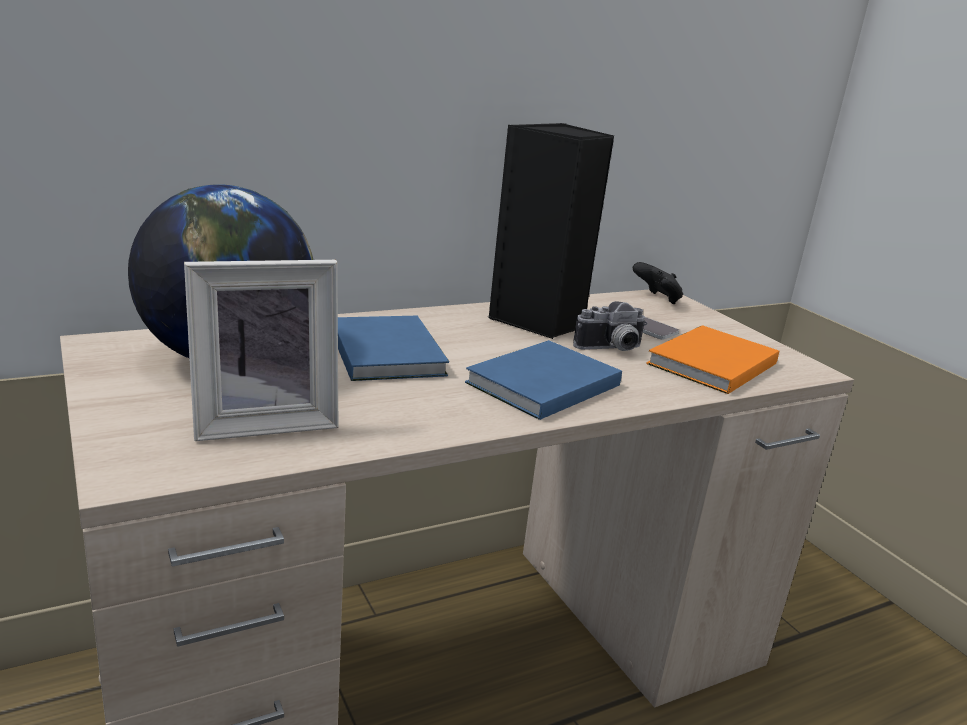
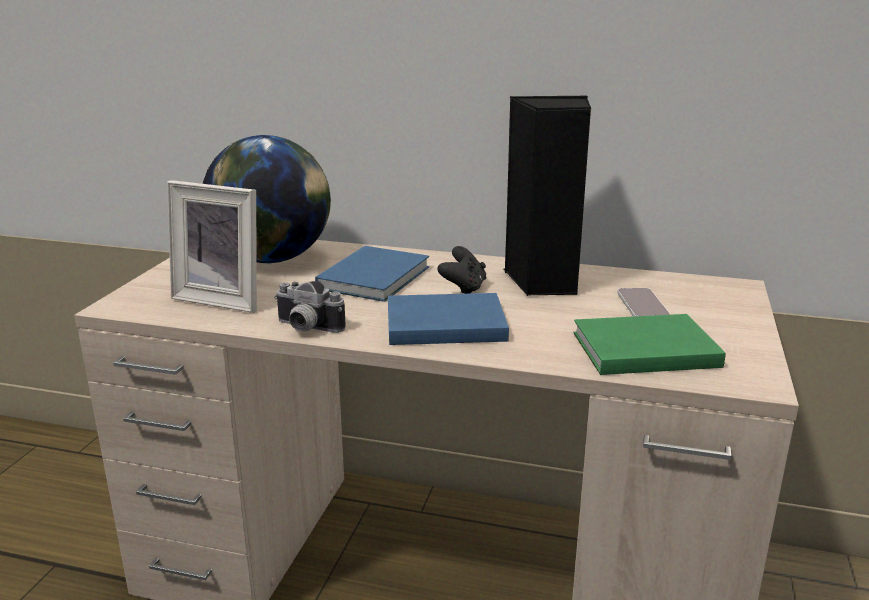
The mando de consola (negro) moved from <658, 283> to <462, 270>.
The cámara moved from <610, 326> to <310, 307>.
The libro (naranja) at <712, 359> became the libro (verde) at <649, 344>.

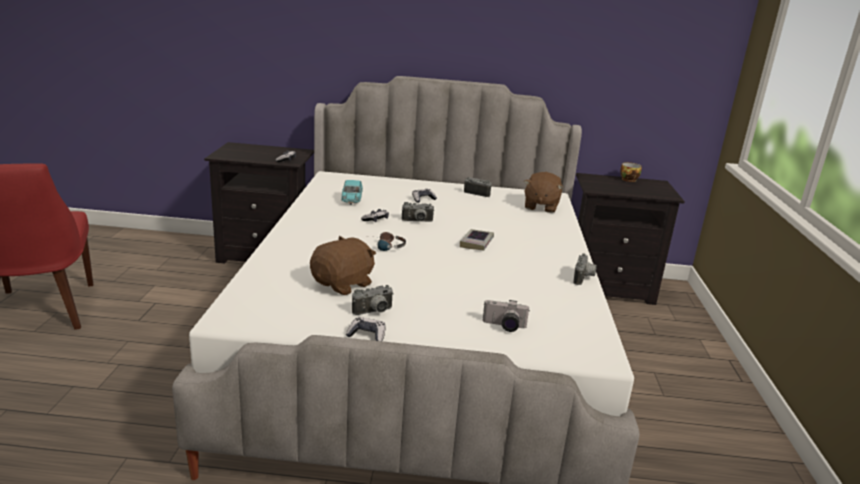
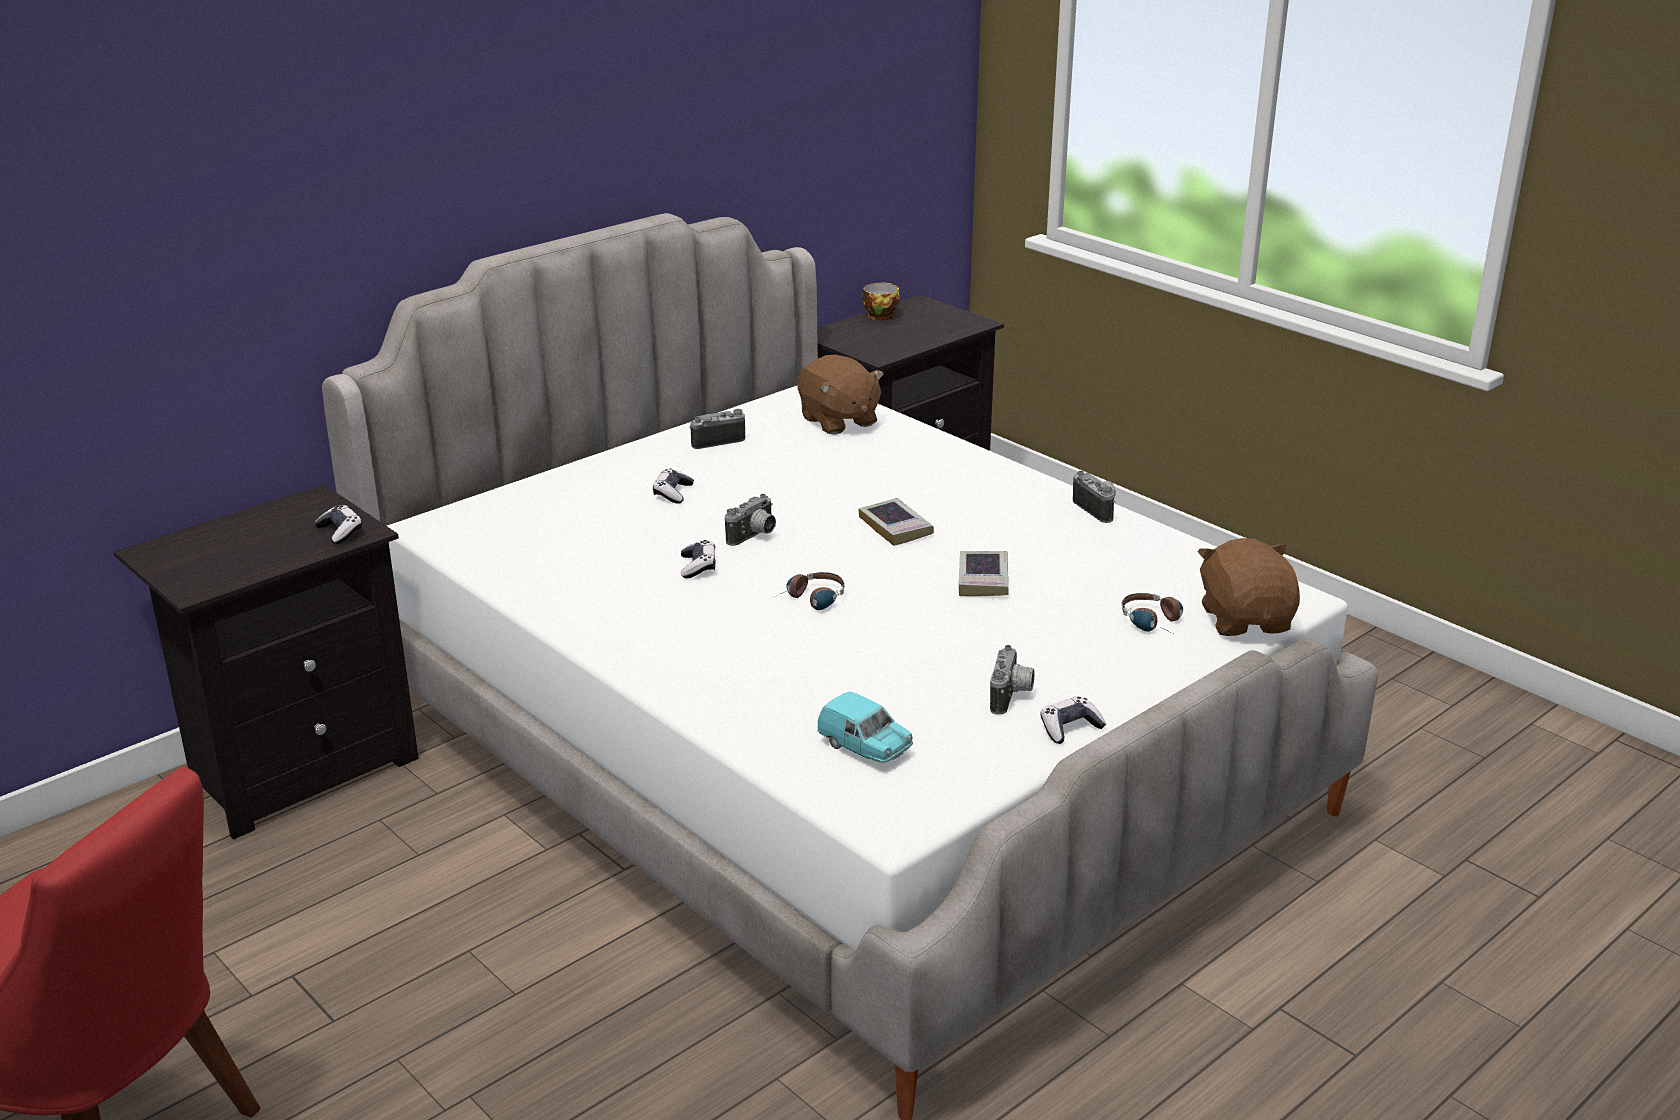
The coche de juguete (turquesa) moved from <352, 192> to <865, 727>.
The peluche (marrón) moved from <343, 265> to <1249, 587>.
The cámara at <506, 316> was replaced by the auriculares at <1152, 612>.
The libro at <984, 574> appeared.

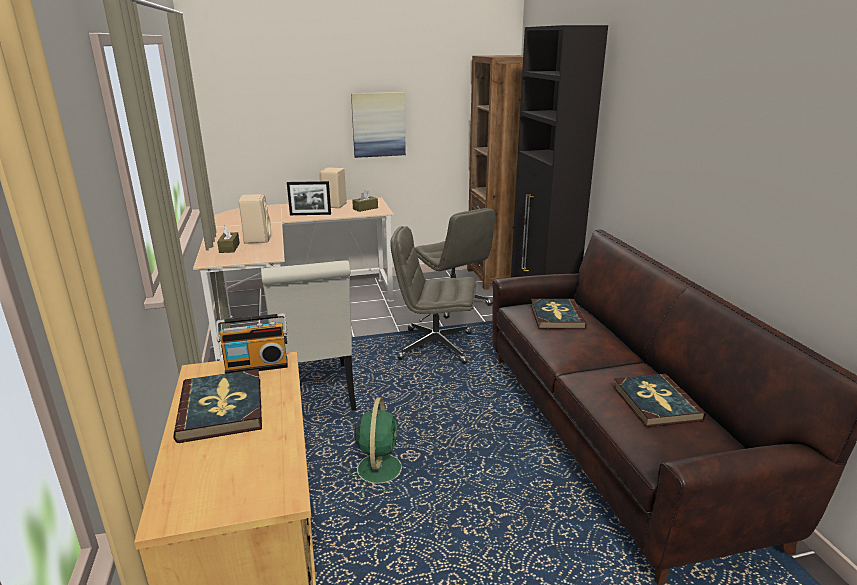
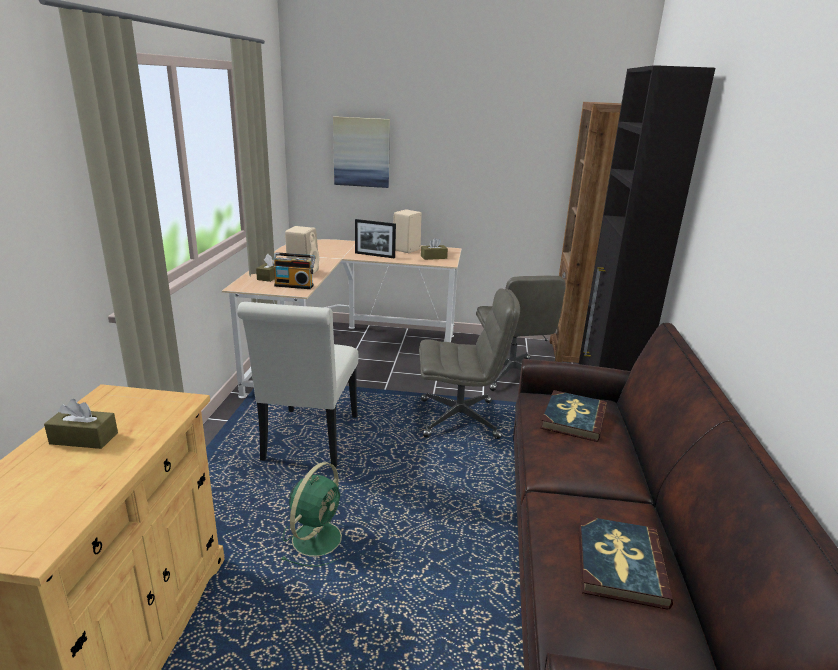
The cuadro moved from <378, 125> to <361, 152>.
The silla de oficina (gris) at <433, 295> turned 150 degrees clockwise.
The radio moved from <252, 343> to <294, 270>.
The libro at <218, 406> was replaced by the caja de pañuelos (marrón) at <81, 424>.

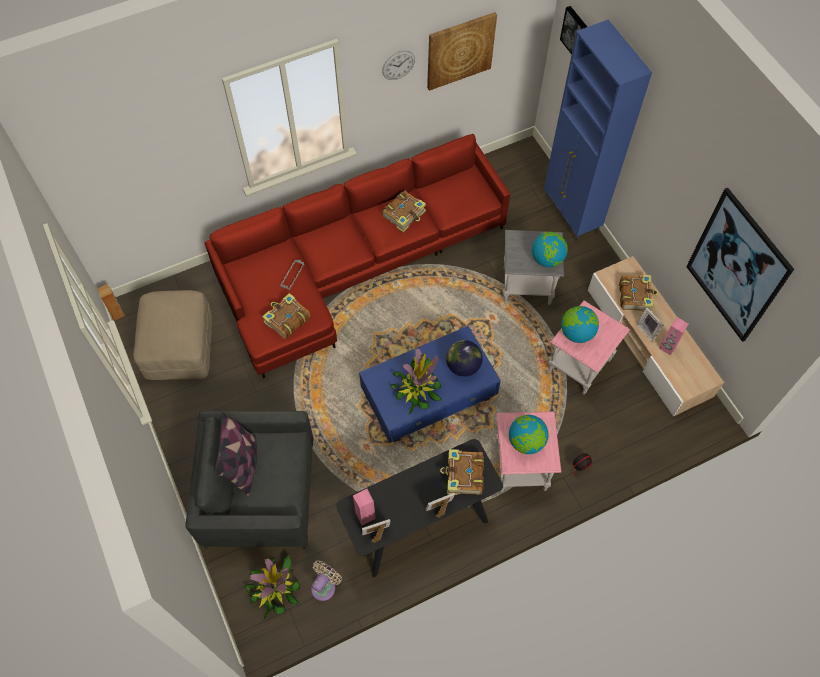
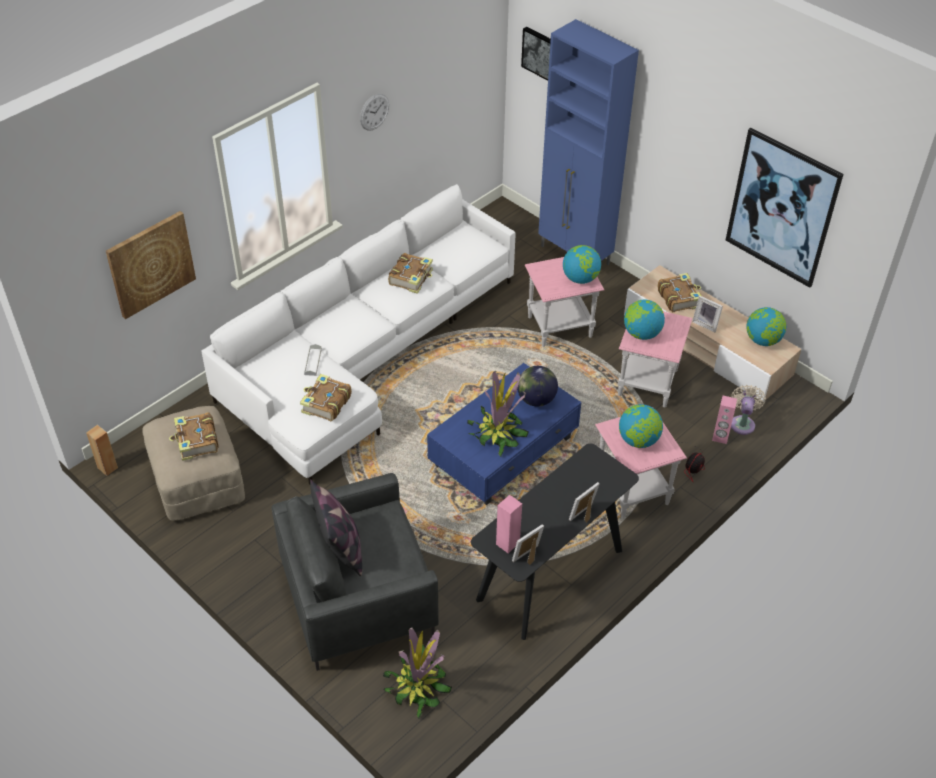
The cuadro moved from <462, 51> to <151, 265>.
The sofá (rojo) at <357, 256> became the sofá (blanco) at <359, 334>.
The mesa auxiliar (gris) at <534, 267> became the mesa auxiliar (rosa) at <564, 302>.
The altavoz (rosa) moved from <673, 336> to <724, 420>.
The libro moved from <462, 472> to <193, 436>.
The ventilador (beis) moved from <326, 581> to <748, 410>.
The globo terráqueo at <766, 326> appeared.

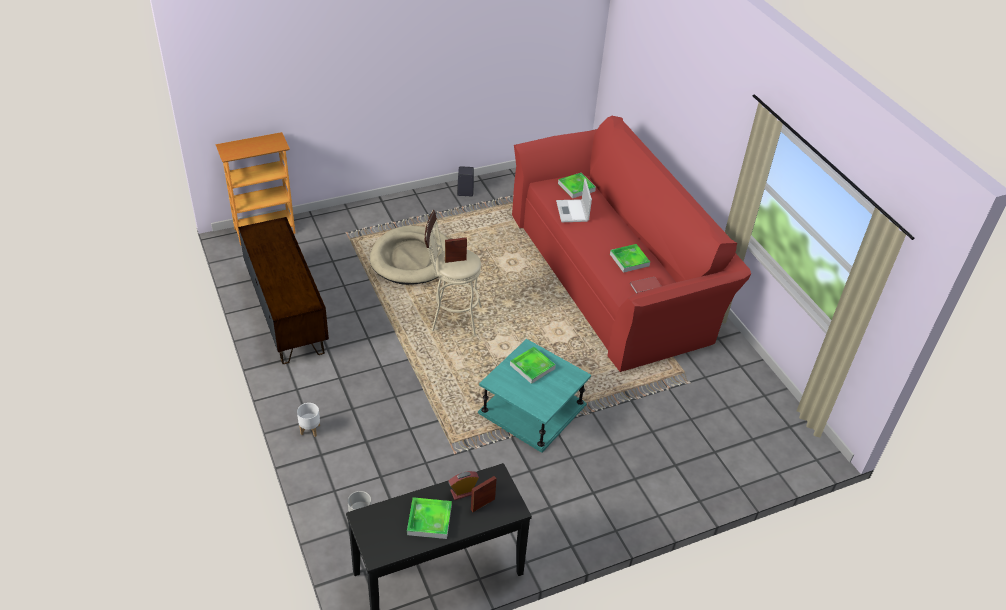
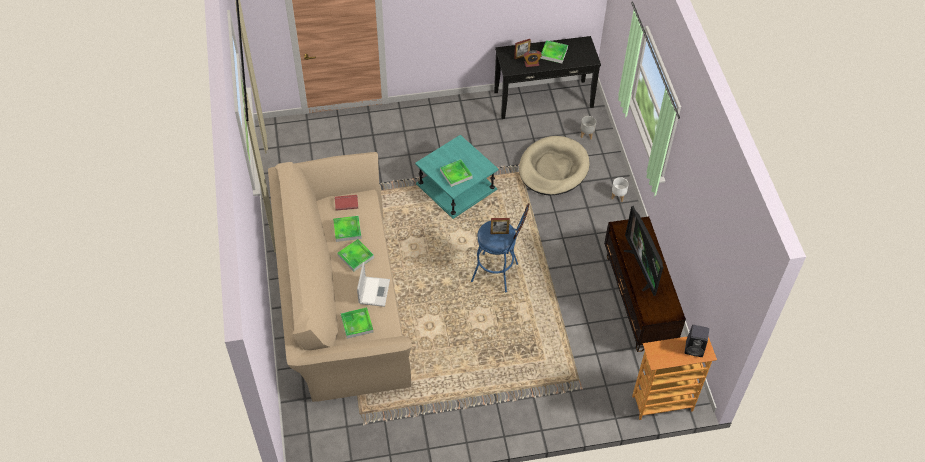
The sofá (rojo) at <631, 244> became the sofá (beis) at <340, 277>.
The altavoz (negro) moved from <465, 181> to <697, 341>.
The taburete (beis) at <453, 273> became the taburete (azul) at <500, 247>.
The cama para perro (beis) moved from <409, 255> to <554, 165>.
The televisor at <643, 251> appeared.
The bandeja at <355, 255> appeared.

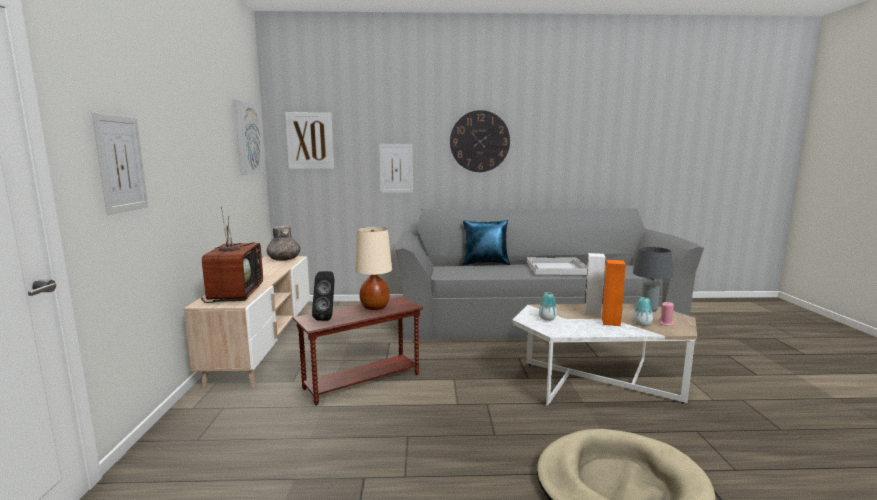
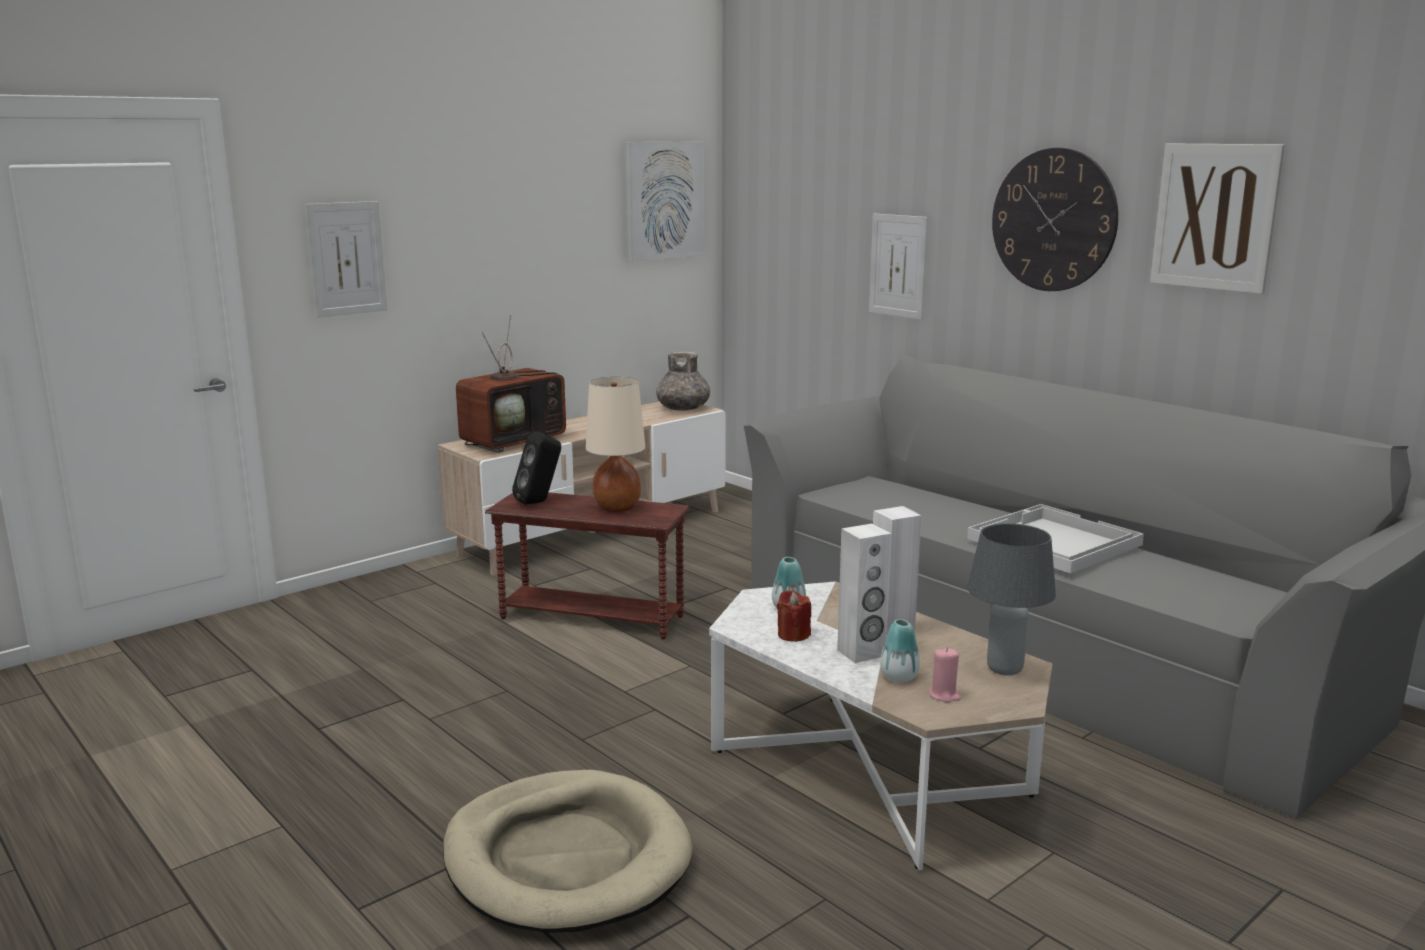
The cuadro moved from <309, 140> to <1217, 219>.
The cojín (azul) at <486, 243> disappeared.
The altavoz (naranja) at <614, 293> became the altavoz (blanco) at <864, 593>.
The vela (rojo) at <794, 616> appeared.

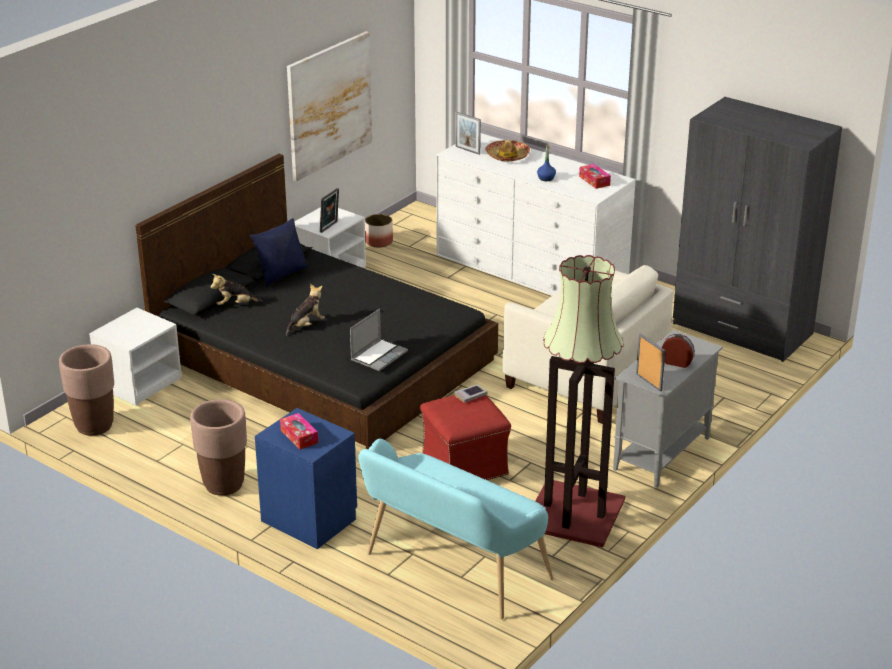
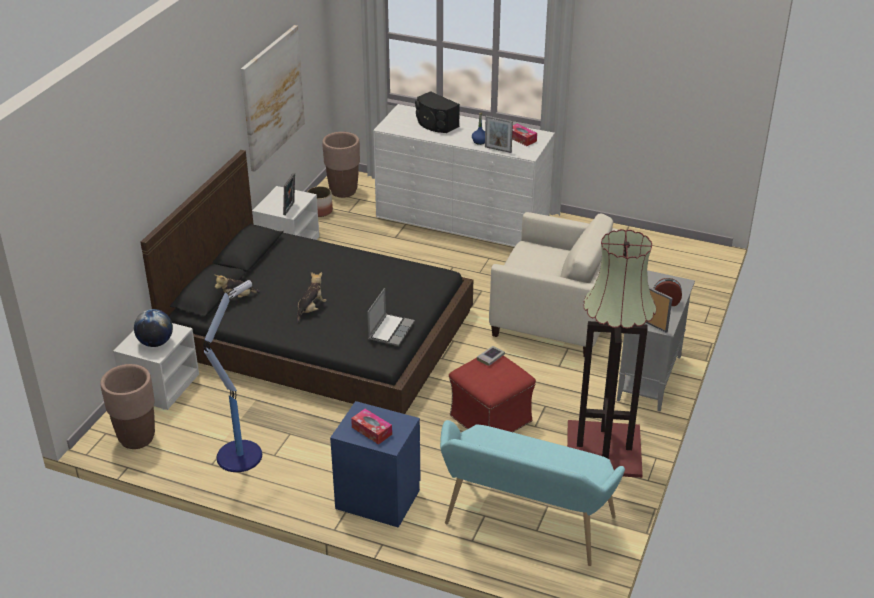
The armario ropero (gris) at <757, 229> disappeared.
The portarretratos moved from <468, 133> to <499, 134>.
The sombrero at <507, 150> was replaced by the altavoz (negro) at <437, 112>.
The cojín (azul) at <279, 252> disappeared.
The maceta (marrón) moved from <218, 447> to <341, 165>.
The lámpara de pie at <232, 376> appeared.
The globo terráqueo at <153, 328> appeared.

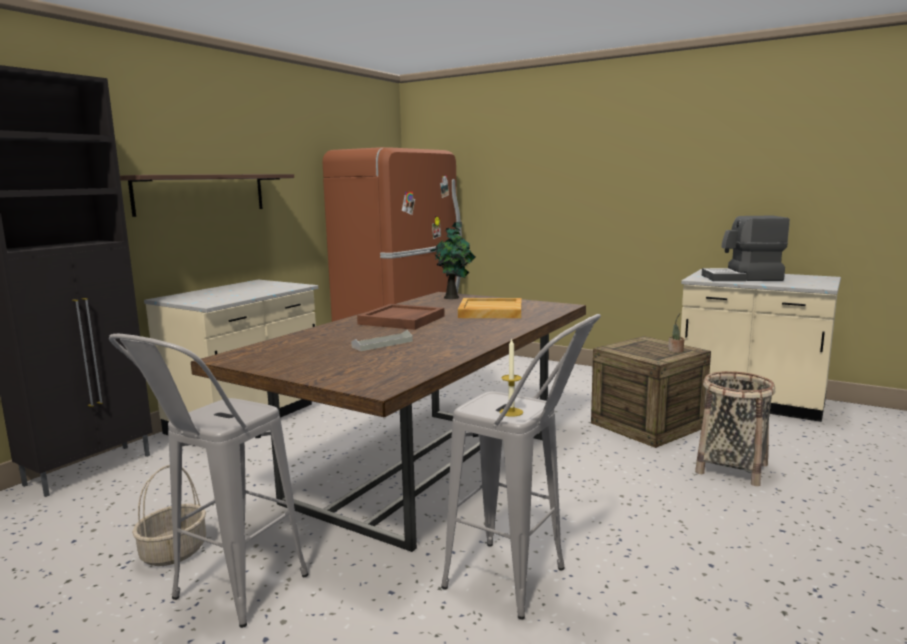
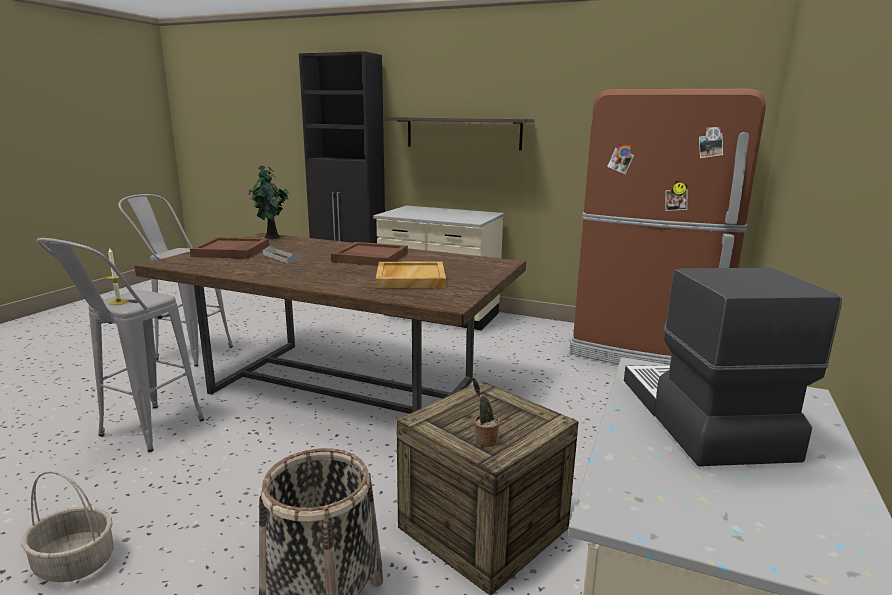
The planta en maceta moved from <452, 260> to <269, 202>.
The cesta moved from <169, 515> to <67, 526>.
The bandeja (marrón) at <229, 248> appeared.

